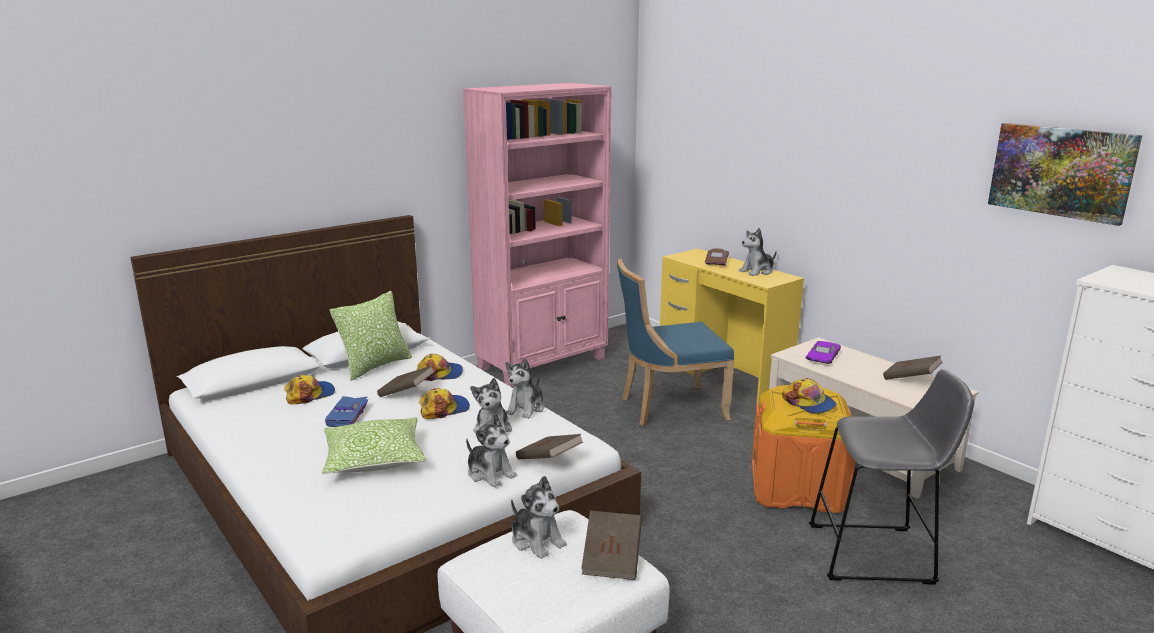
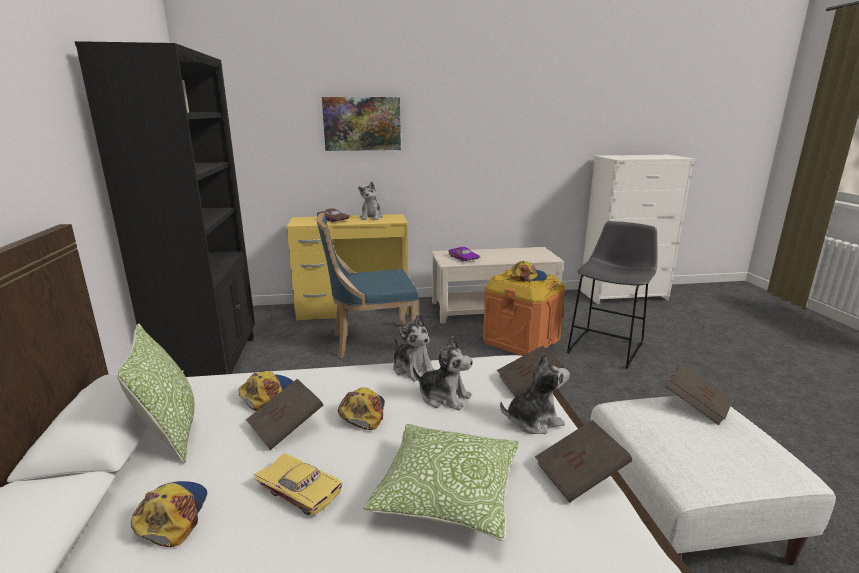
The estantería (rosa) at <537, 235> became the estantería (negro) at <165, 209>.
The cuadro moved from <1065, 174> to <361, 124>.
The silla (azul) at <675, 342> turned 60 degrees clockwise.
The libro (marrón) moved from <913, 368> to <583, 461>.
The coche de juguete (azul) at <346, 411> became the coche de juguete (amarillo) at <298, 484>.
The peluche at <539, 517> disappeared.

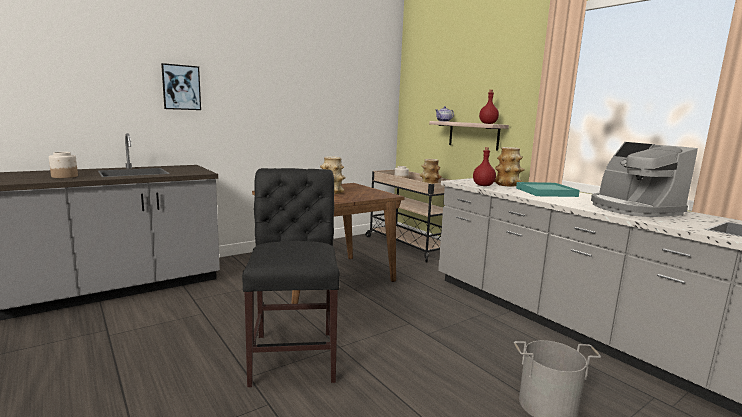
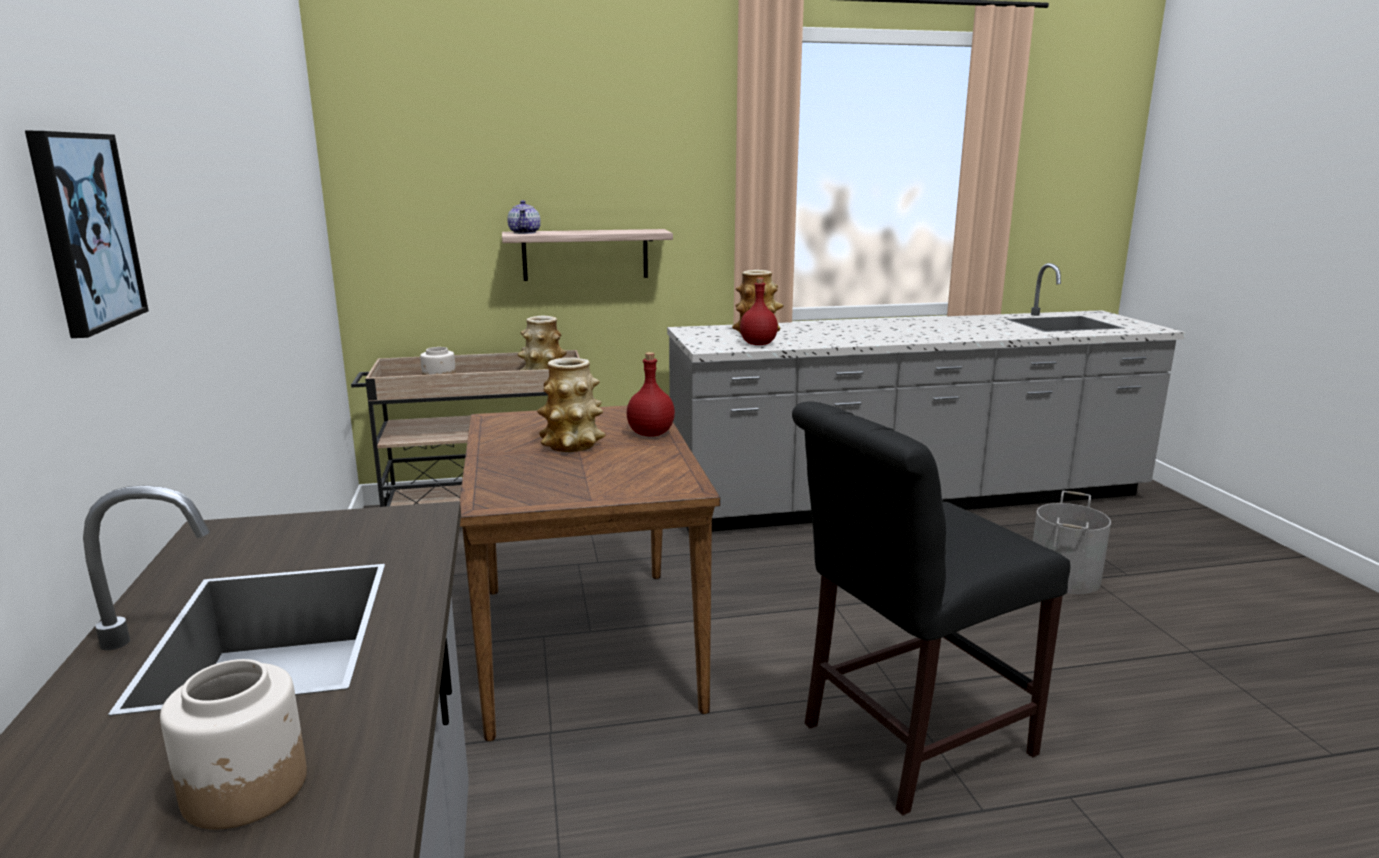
The botella (rojo) moved from <489, 107> to <651, 394>.
The cafetera at <644, 179> disappeared.
The silla (negro) at <291, 277> turned 45 degrees counterclockwise.
The bandeja (turquesa) at <548, 189> disappeared.

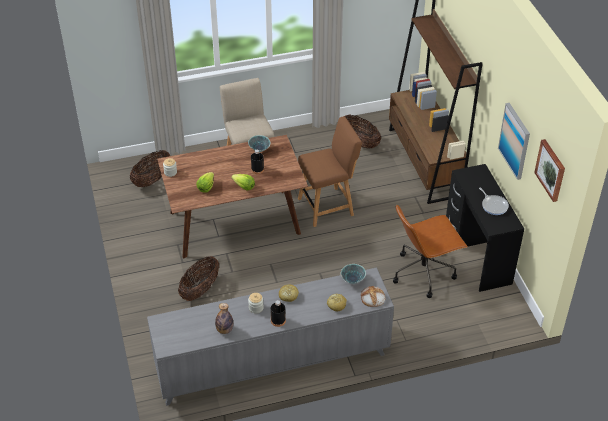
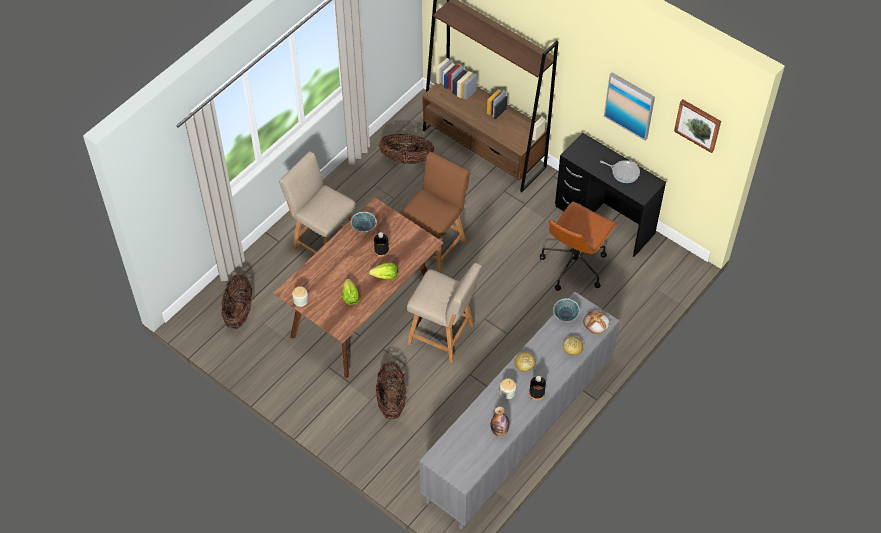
The silla (beis) at <444, 313> appeared.

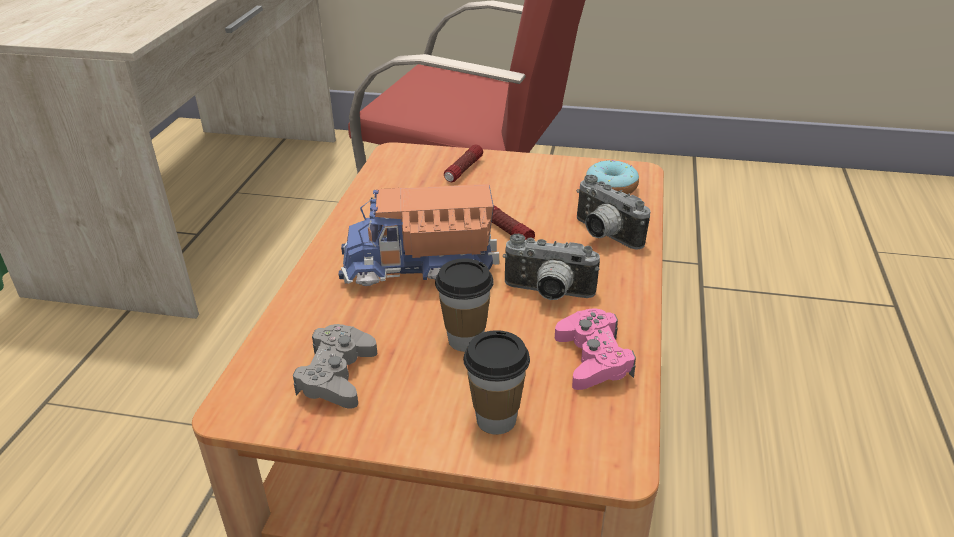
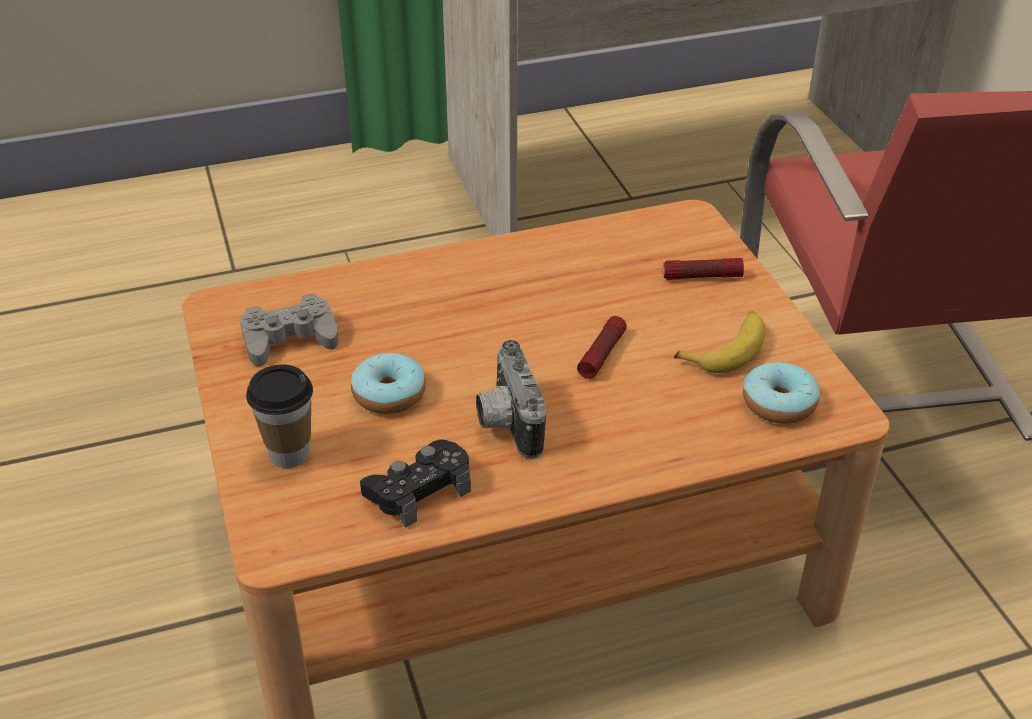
The cámara at <614, 212> disappeared.
The camión de juguete at <419, 235> disappeared.
The taza at <464, 305> was replaced by the rosquilla at <388, 383>.
The mando de consola (rosa) at <595, 349> became the mando de consola (negro) at <415, 483>.
The plátano at <720, 342> appeared.

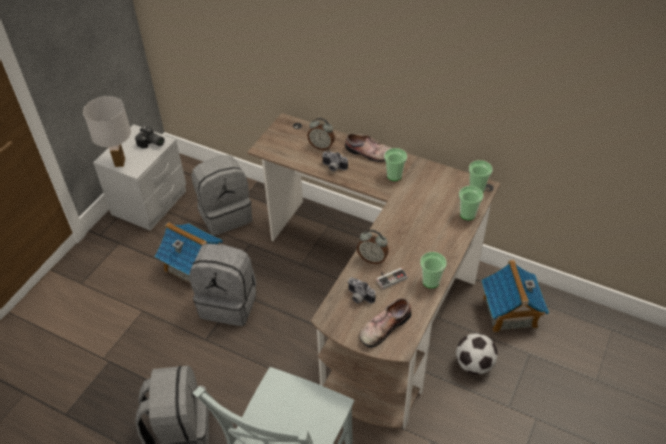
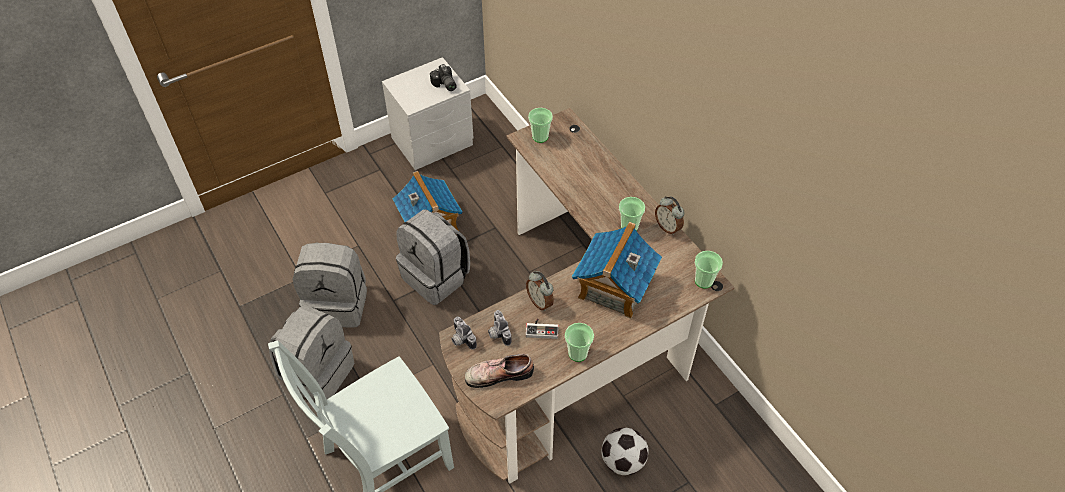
The lámpara de mesa (blanco) at <107, 131> disappeared.
The despertador moved from <321, 134> to <669, 215>.
The zapato at <368, 147> disappeared.
The cámara moved from <335, 161> to <464, 333>.
The mochila (gris) moved from <222, 195> to <330, 285>.
The taza moved from <471, 203> to <540, 125>.
The casita moved from <515, 296> to <617, 270>.

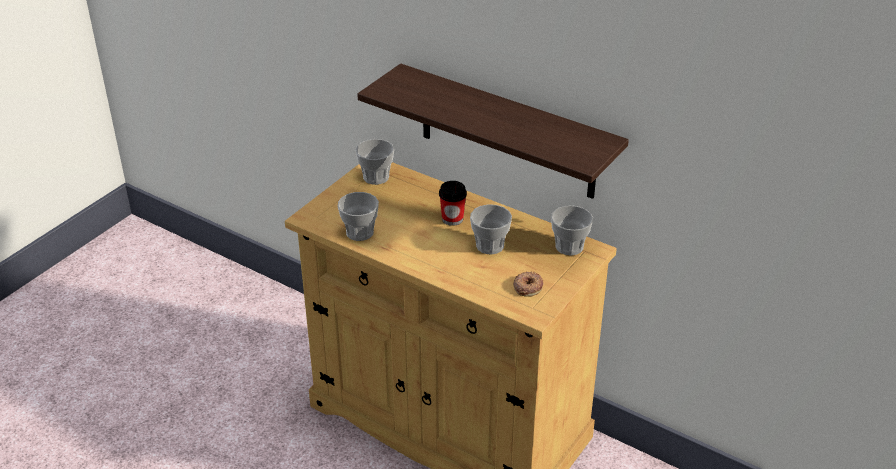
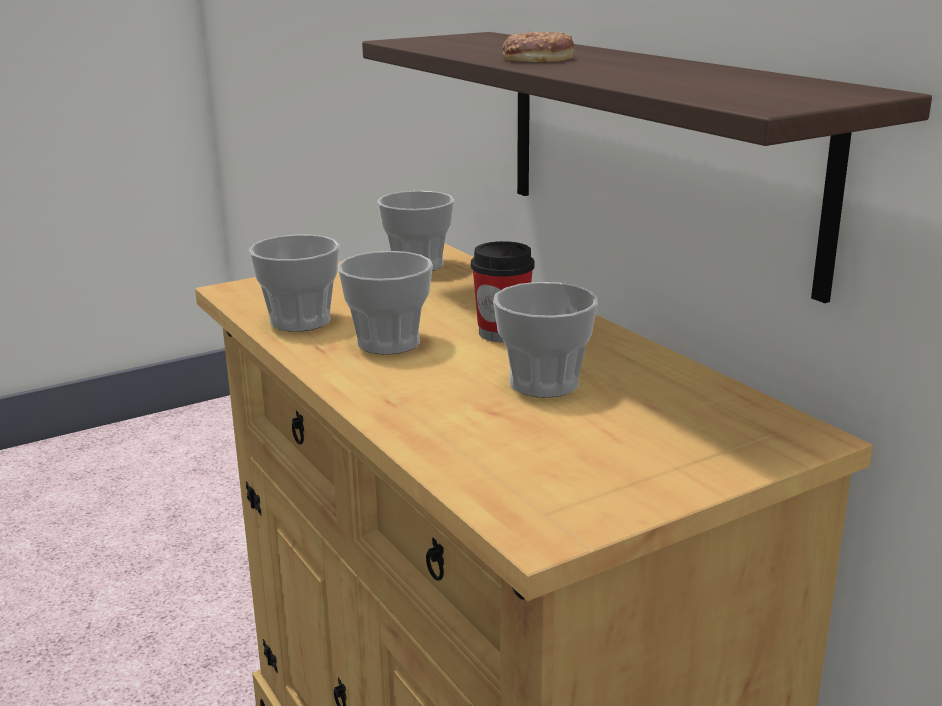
The taza moved from <572, 230> to <385, 303>.
The rosquilla moved from <528, 284> to <538, 46>.

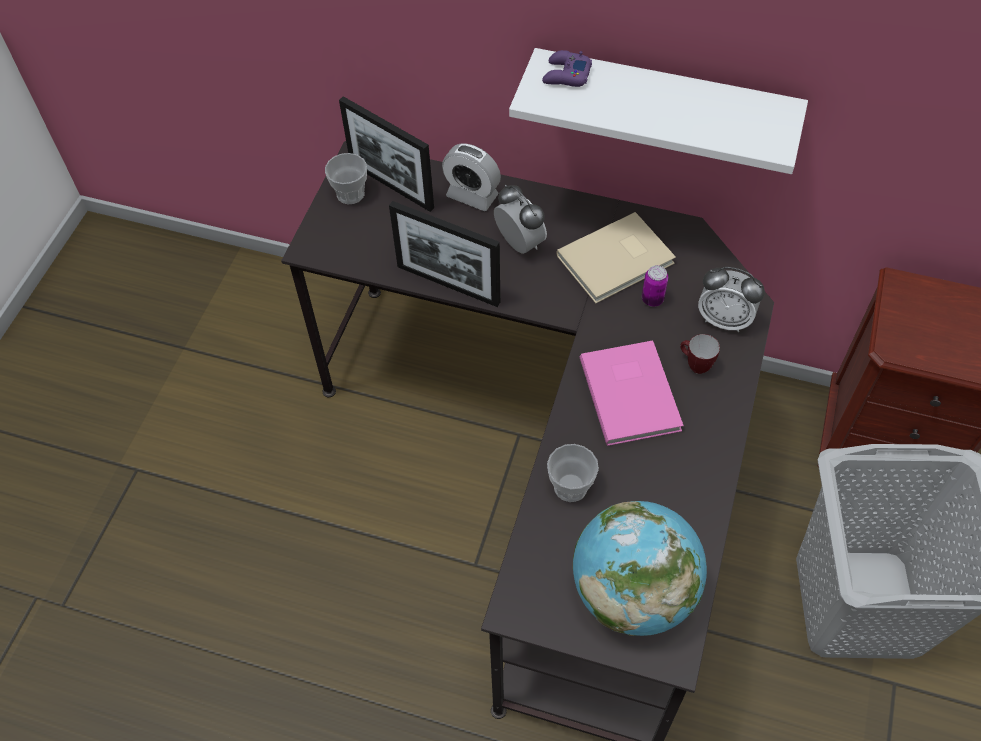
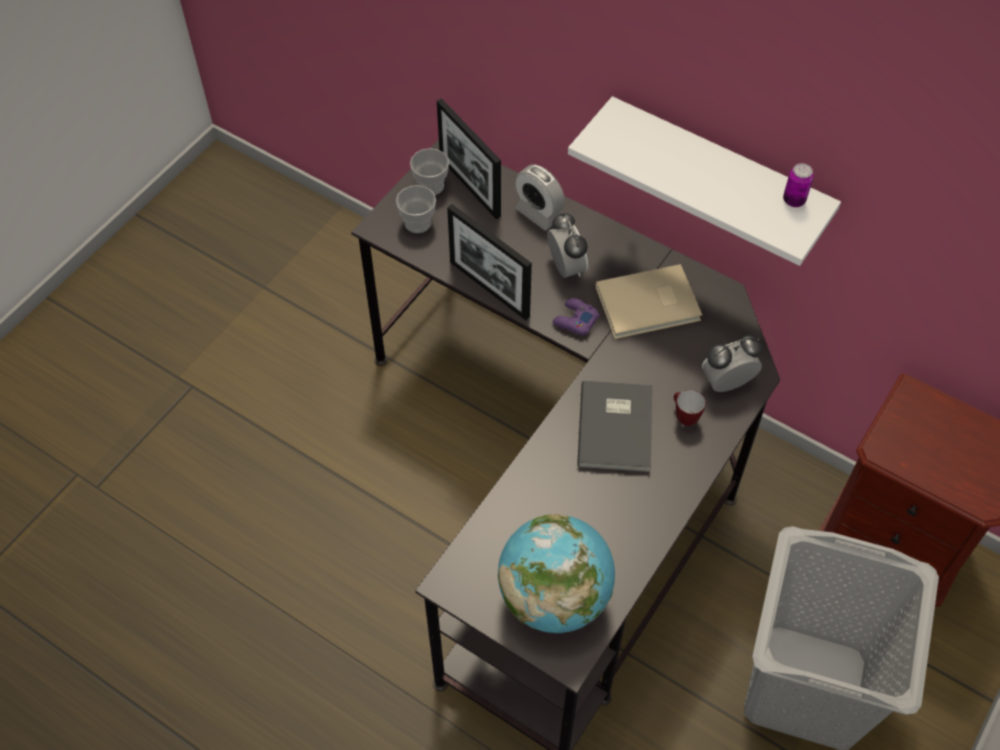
The mando de consola (morado) moved from <567, 68> to <576, 316>.
The lata moved from <655, 286> to <798, 185>.
The despertador at <731, 299> turned 120 degrees clockwise.
The libro (rosa) at <632, 393> became the libro (gris) at <614, 426>.
The taza moved from <573, 473> to <416, 209>.

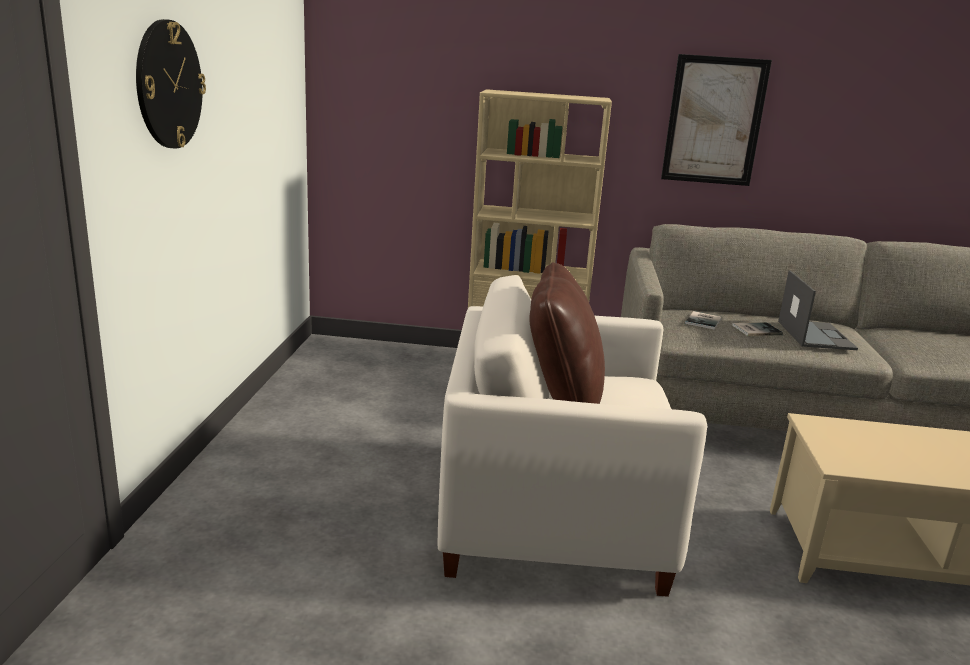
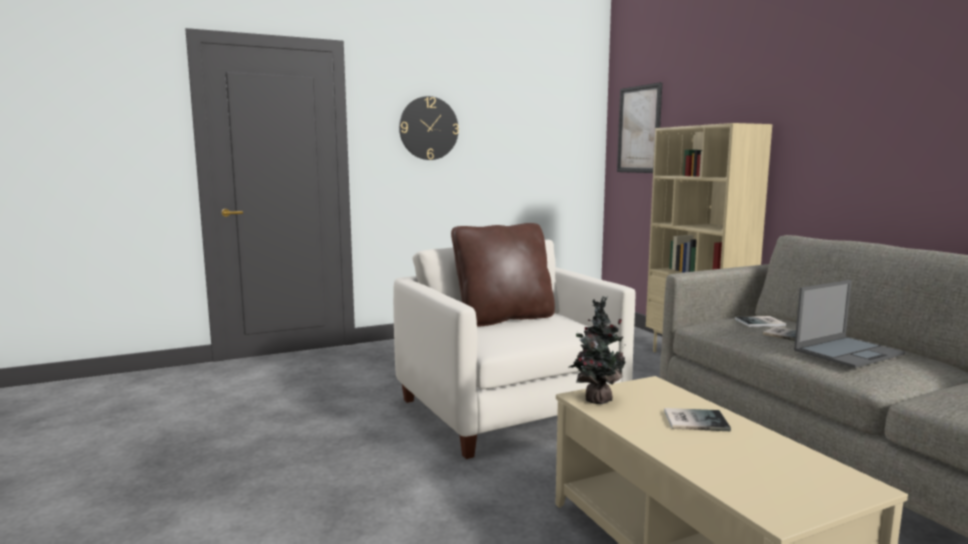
The cuadro moved from <716, 120> to <639, 127>.
The planta en maceta at <597, 350> appeared.
The libro at <697, 419> appeared.

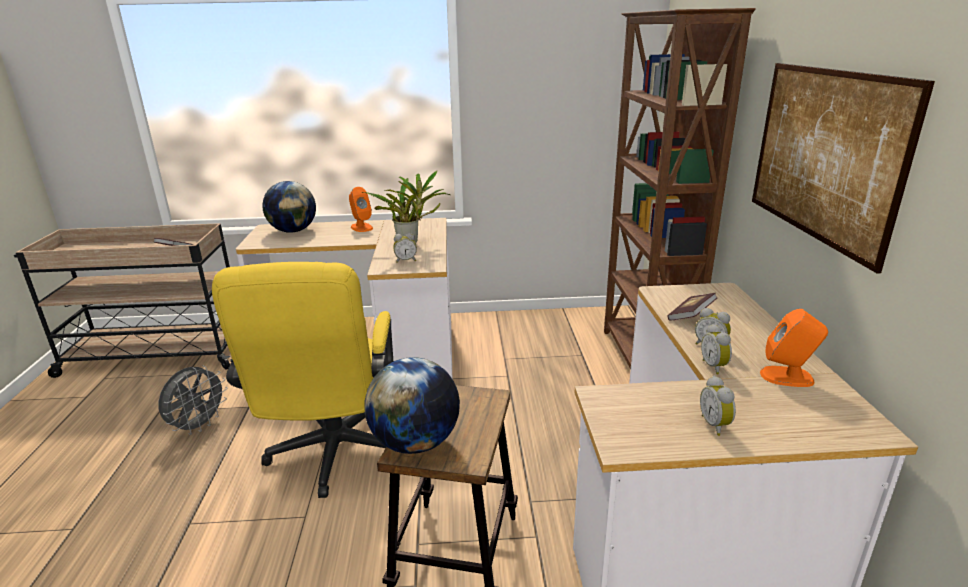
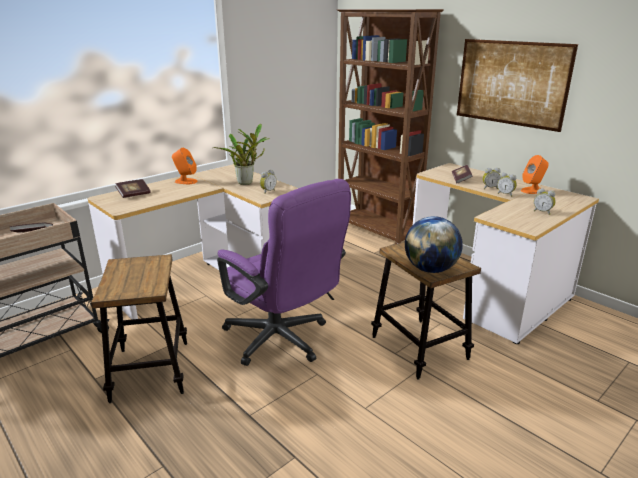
The globo terráqueo at <289, 207> was replaced by the libro at <133, 188>.
The silla de oficina (amarillo) at <302, 380> became the silla de oficina (morado) at <284, 272>.
The ventilador (gris) at <193, 400> was replaced by the taburete at <139, 328>.

